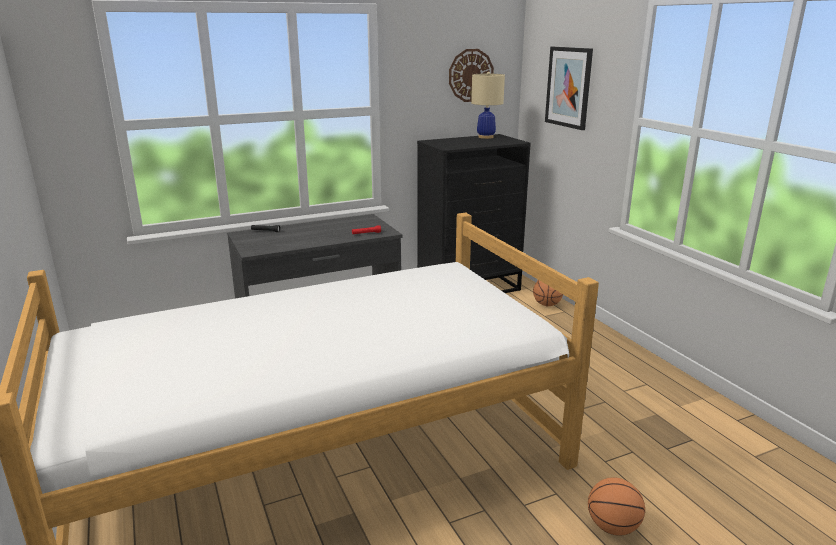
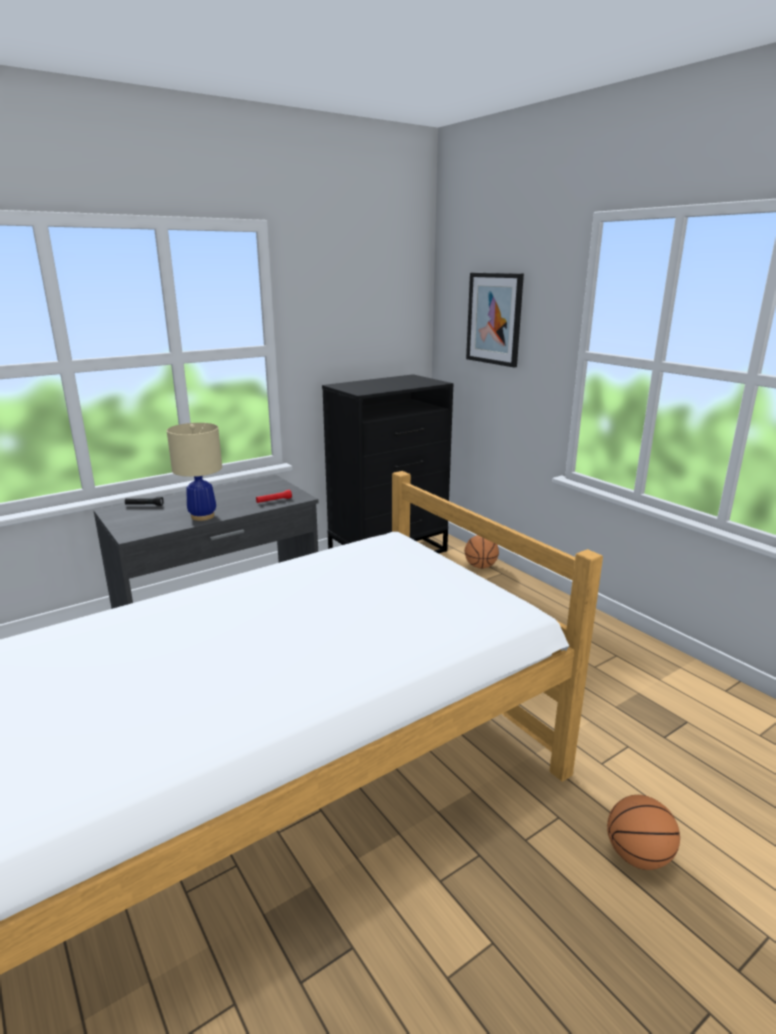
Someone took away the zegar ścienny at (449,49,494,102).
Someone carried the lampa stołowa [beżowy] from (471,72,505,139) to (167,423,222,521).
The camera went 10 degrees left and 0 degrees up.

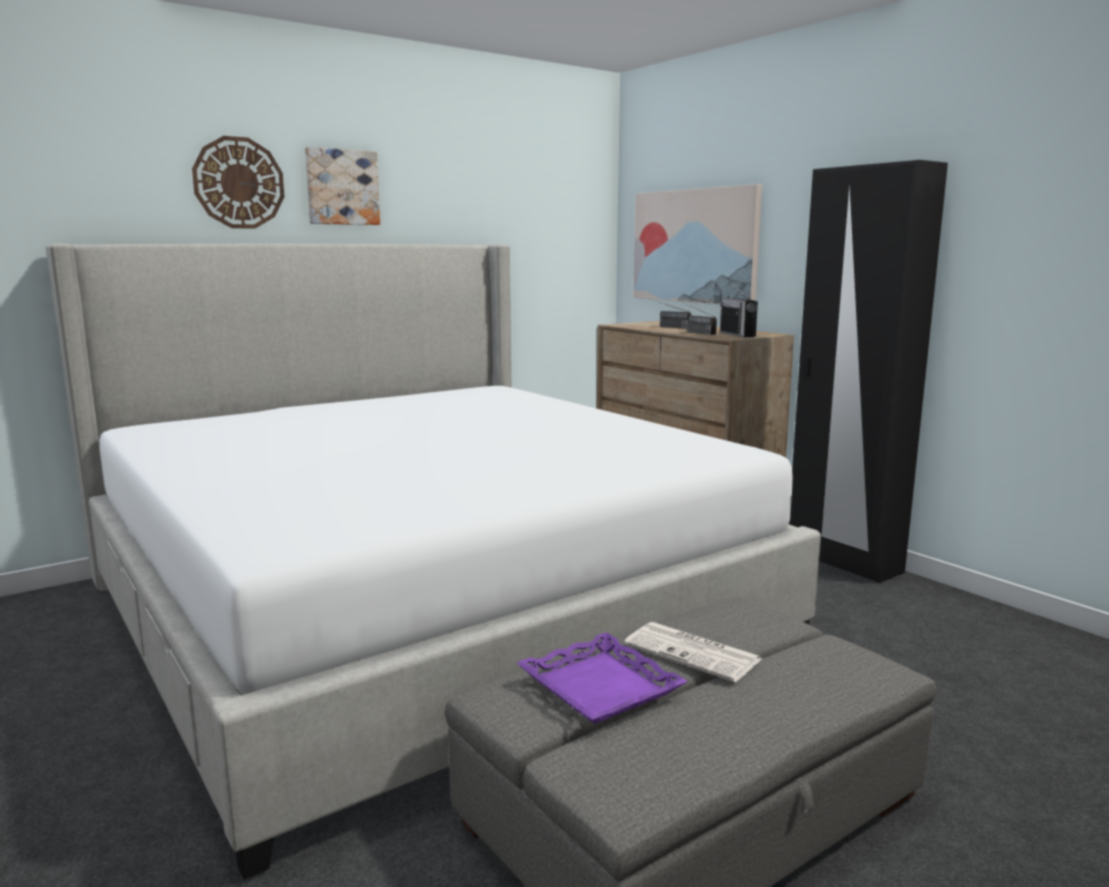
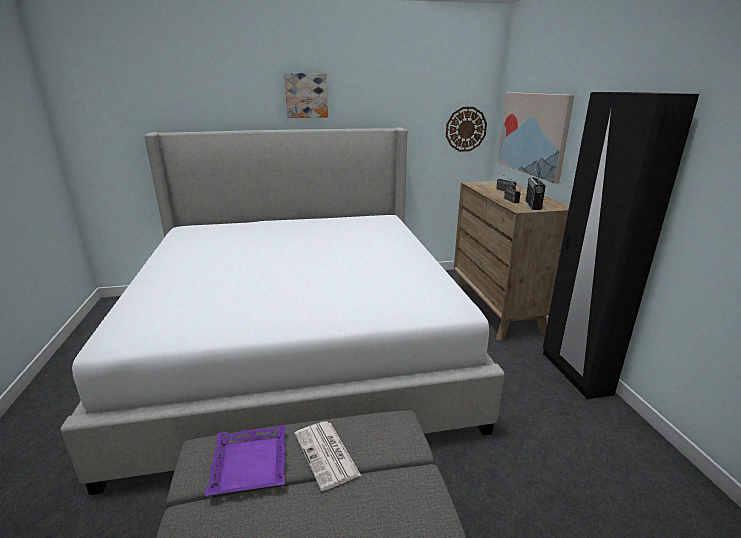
Someone carried the zegar ścienny from (192,136,285,229) to (446,107,487,152).
The camera went 25 degrees right and 10 degrees up.

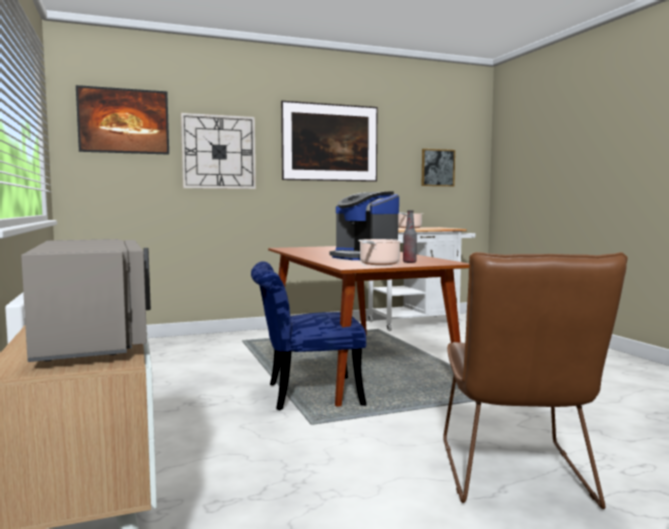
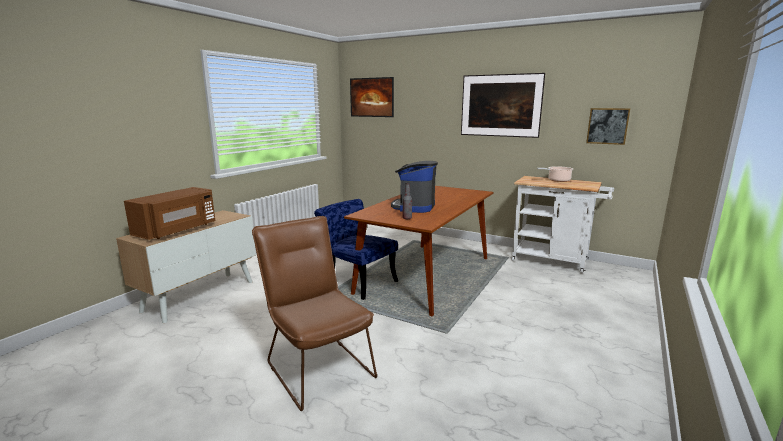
Someone took away the zegar ścienny at (181,113,256,189).
Someone took away the garnek at (358,239,402,265).
Someone repainted the mikrofalówka [szary] at (21,239,151,362), which became the mikrofalówka [brązowy] at (124,187,215,240).
Someone rotated the krzesło [brązowy] at (443,252,628,509) by 90 degrees clockwise.
The camera went 50 degrees right and 10 degrees up.

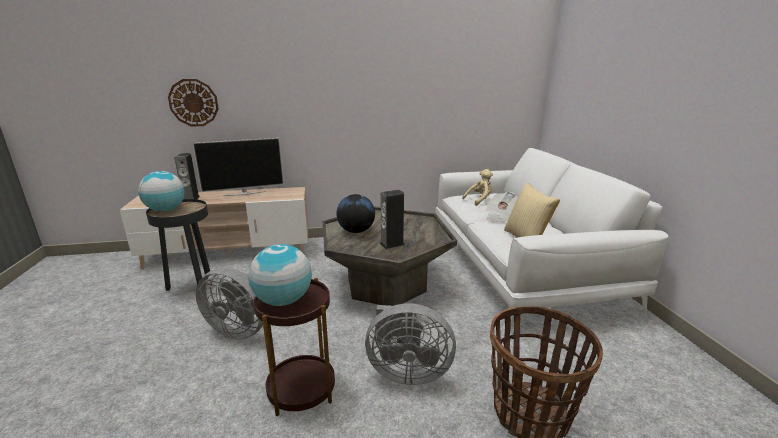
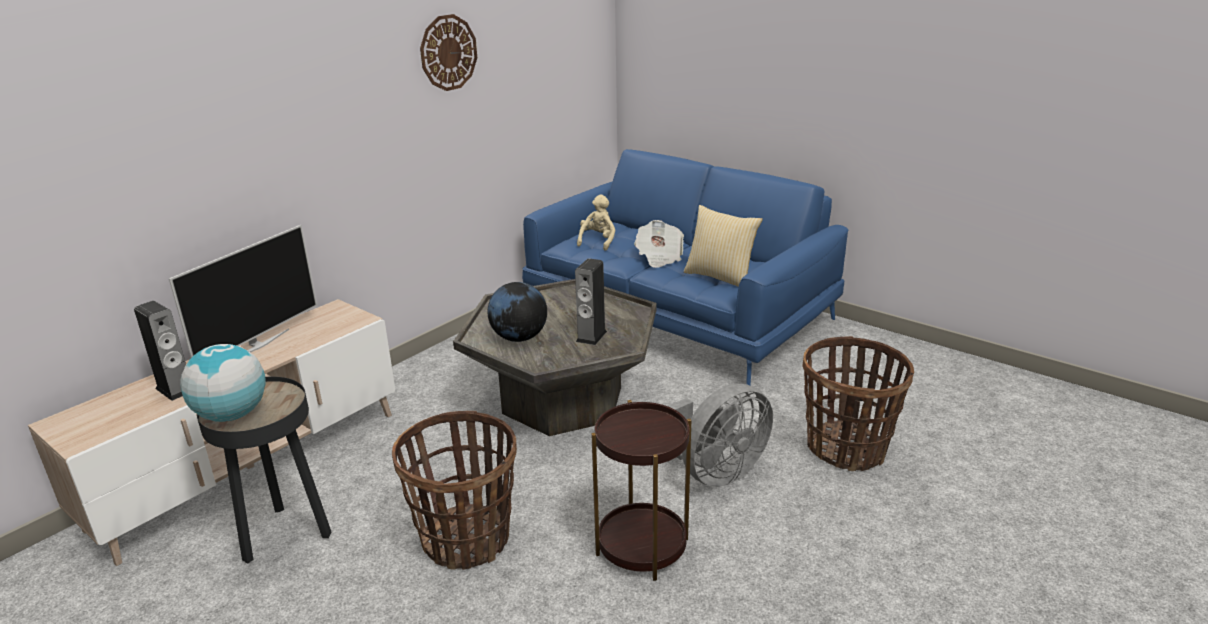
Someone took away the globus at (248,244,312,306).
Someone carried the zegar ścienny from (168,79,219,126) to (420,14,477,91).
Someone swapped the wentylator [szary] at (196,267,263,339) for the koszyk at (392,411,517,570).
Someone repainted the kanapa [biały] at (435,148,668,321), which became the kanapa [niebieski] at (522,149,848,386).
The camera went 40 degrees left and 5 degrees up.

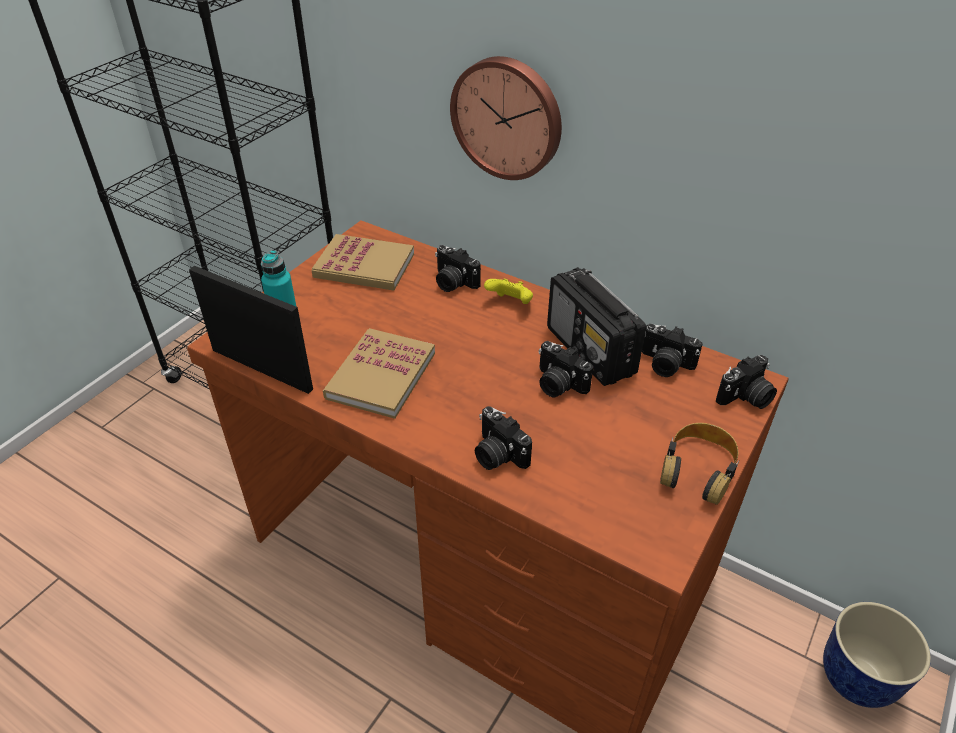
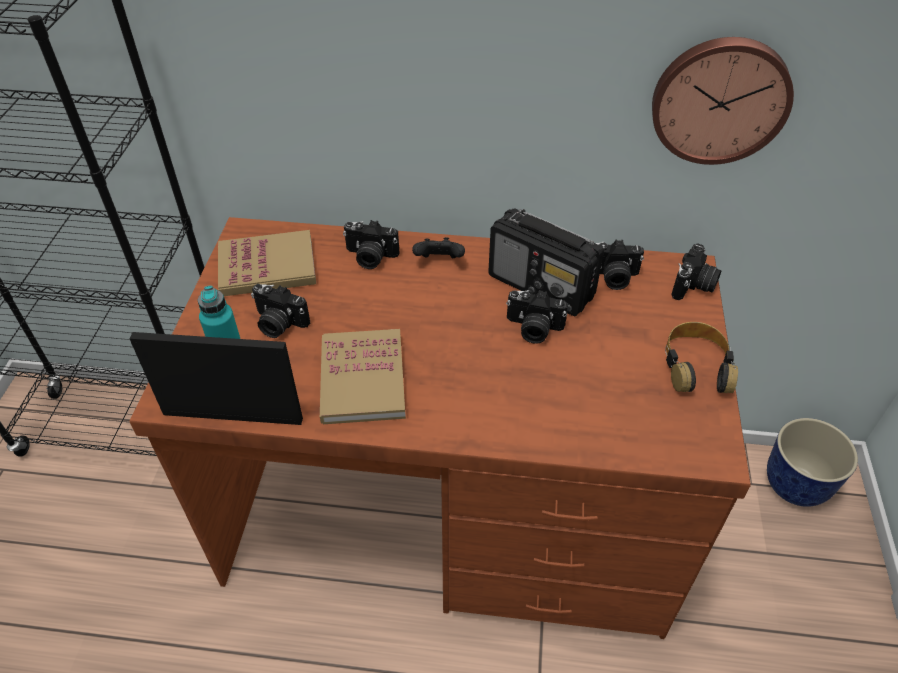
Someone carried the zegar ścienny from (450,56,562,180) to (652,37,794,165).
Someone carried the aparat fotograficzny from (475,406,532,470) to (251,284,310,338).
Someone repainted the pad do gier [żółty] at (484,278,533,304), which became the pad do gier [czarny] at (412,237,465,258).
The camera went 25 degrees left and 5 degrees up.

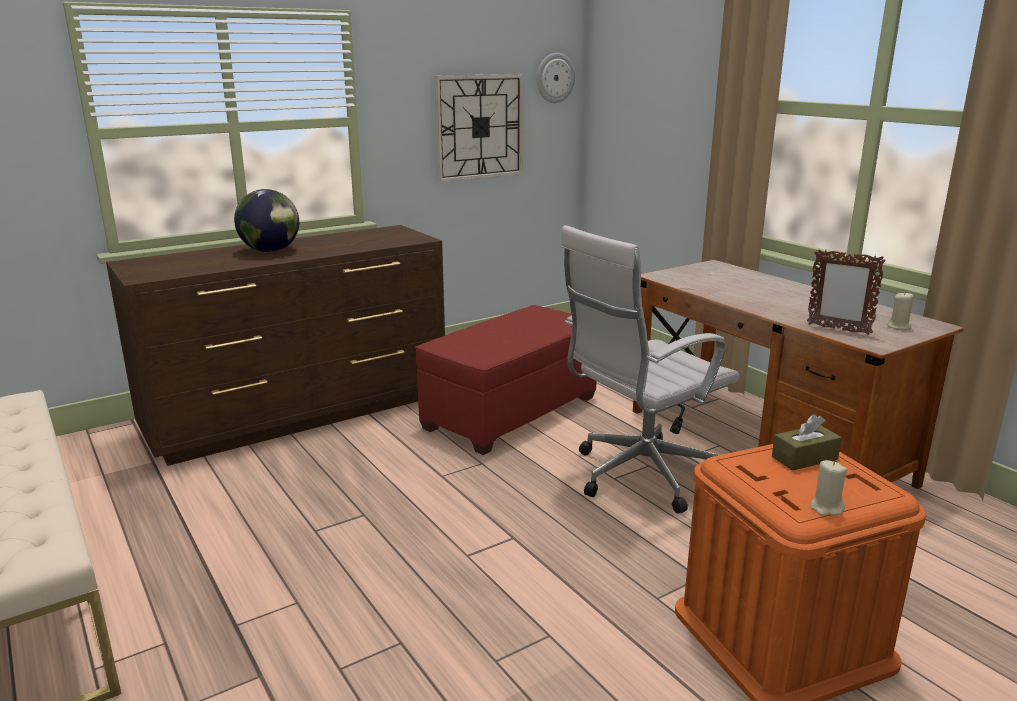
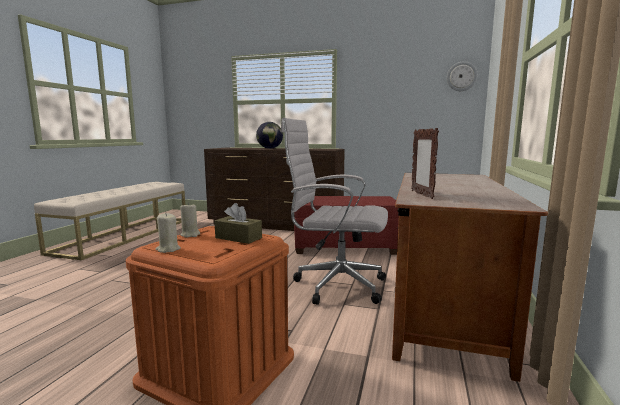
Someone took away the zegar ścienny at (435,74,524,182).
Someone carried the świeca [beżowy] from (887,292,914,330) to (180,202,200,238).
The camera went 50 degrees right and 10 degrees down.

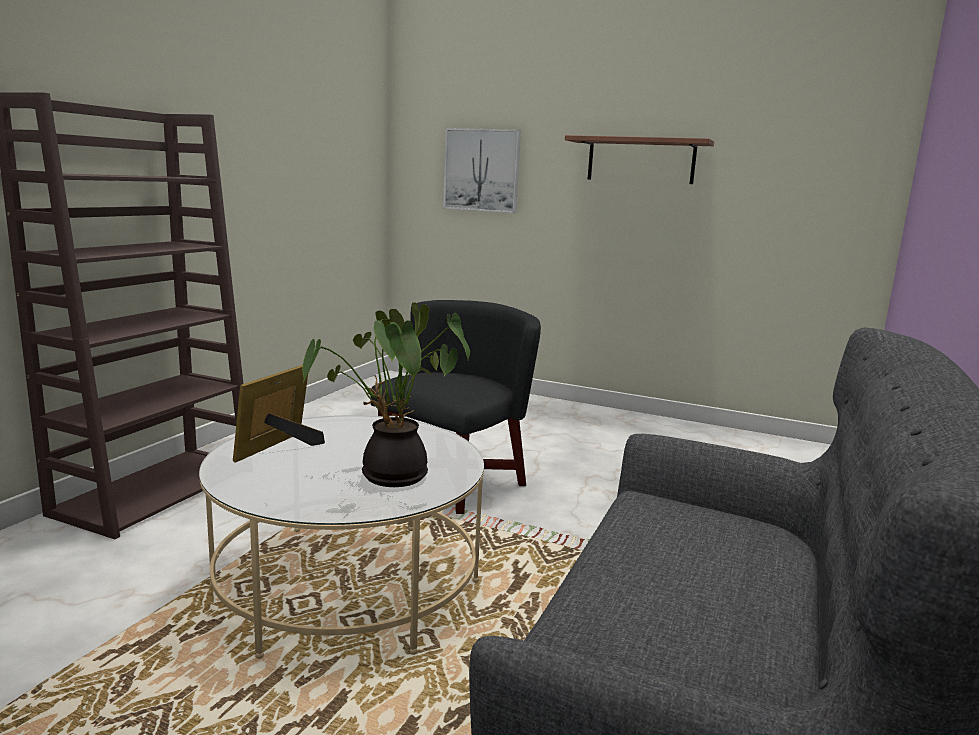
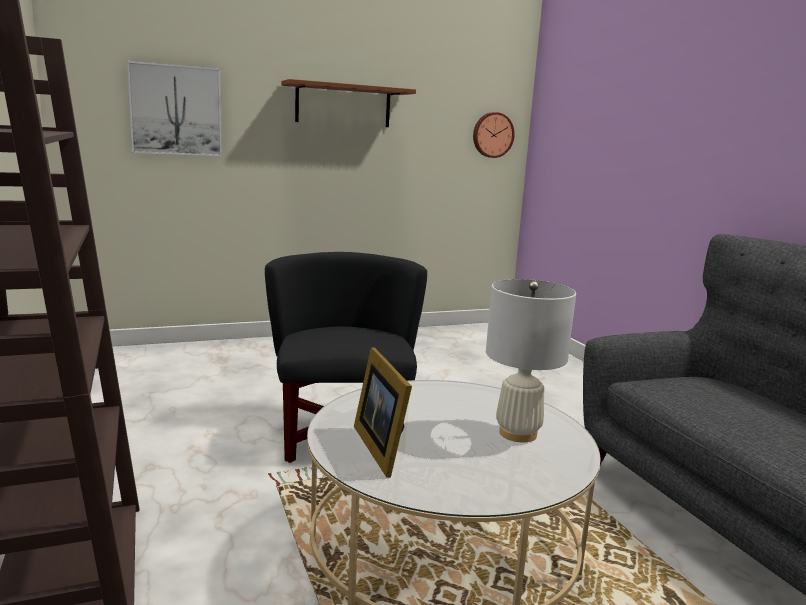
Someone put up the zegar ścienny at (473,112,515,158).
Someone swapped the roślina doniczkowa at (302,302,470,487) for the lampa stołowa [biały] at (486,279,576,442).
The camera went 45 degrees left and 0 degrees up.

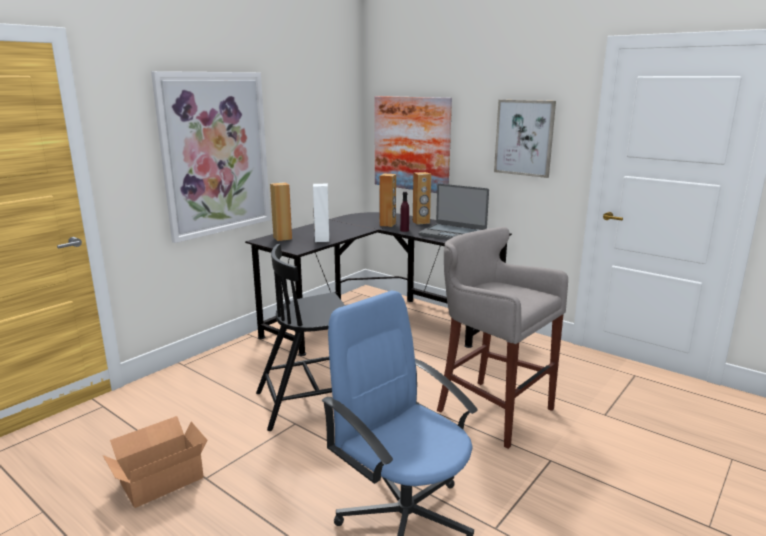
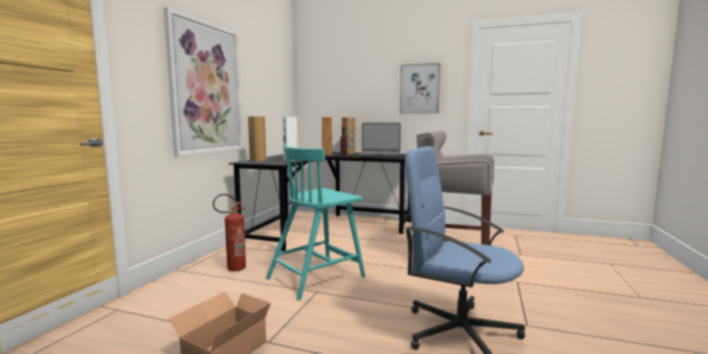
Someone took away the obraz at (374,96,452,193).
Someone put down the gaśnica at (213,194,246,271).
Someone repainted the krzesło [czarny] at (256,244,345,431), which became the krzesło [turkusowy] at (266,145,365,300).
The camera went 20 degrees left and 10 degrees down.

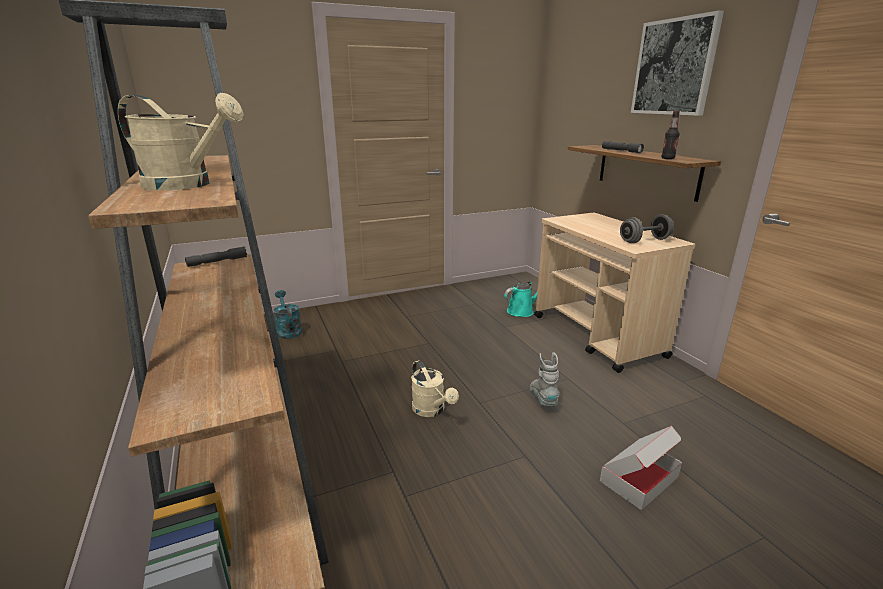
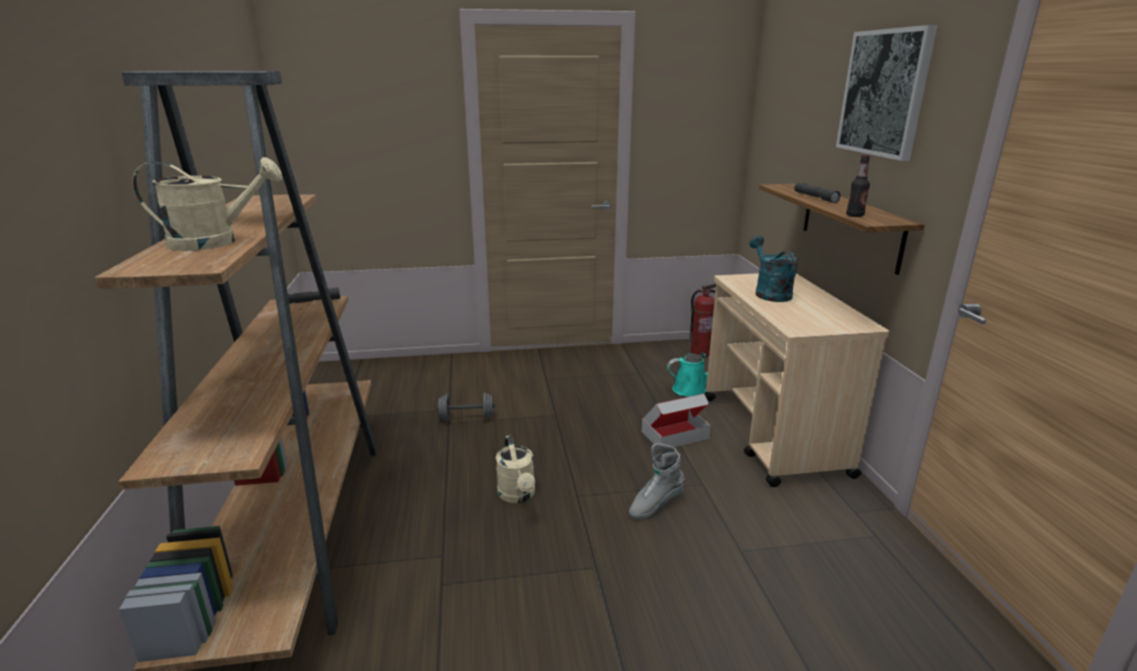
Someone put down the gaśnica at (689,284,716,357).
Someone carried the konewka [turkusowy] from (274,290,302,339) to (749,236,798,302).
Someone carried the karton from (600,426,682,510) to (642,394,711,447).
Someone carried the hantel [szary] from (620,214,674,243) to (437,393,495,421).
Someone rotated the konewka [beżowy] at (118,93,244,190) by 45 degrees counterclockwise.
Someone rotated the but z cholewką [szary] at (530,352,559,406) by 135 degrees counterclockwise.
The camera went 15 degrees right and 0 degrees up.

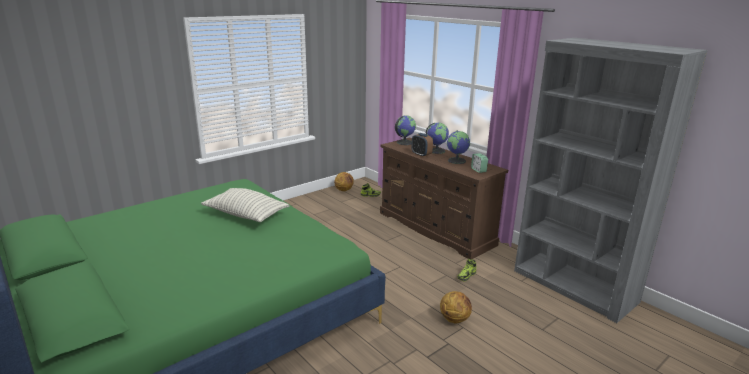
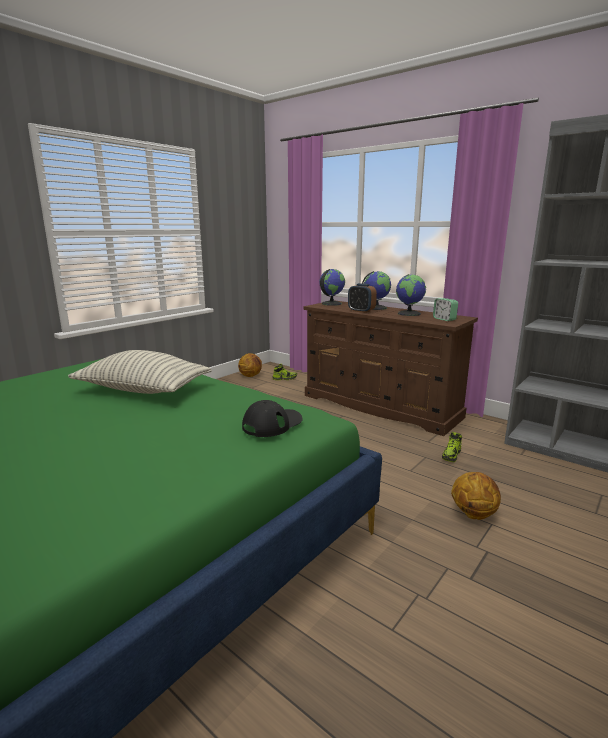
Someone put down the czapka z daszkiem [czarny] at (242,400,303,437).
The camera went 10 degrees left and 5 degrees down.

